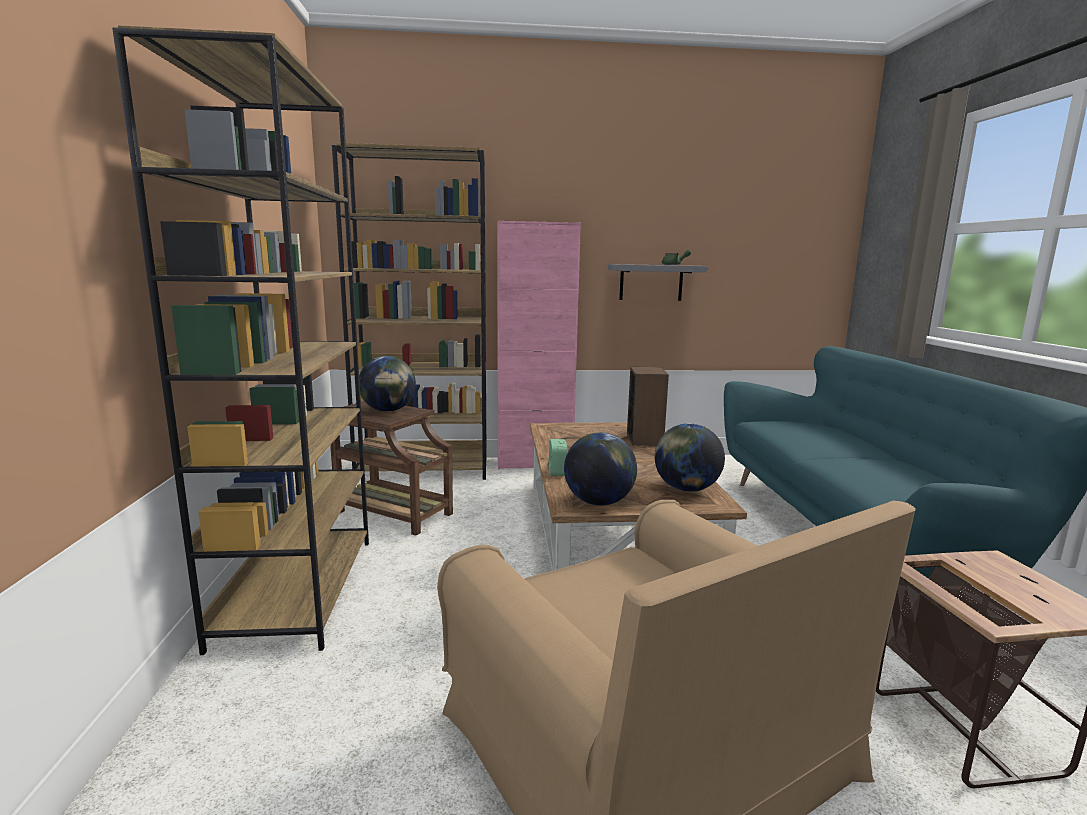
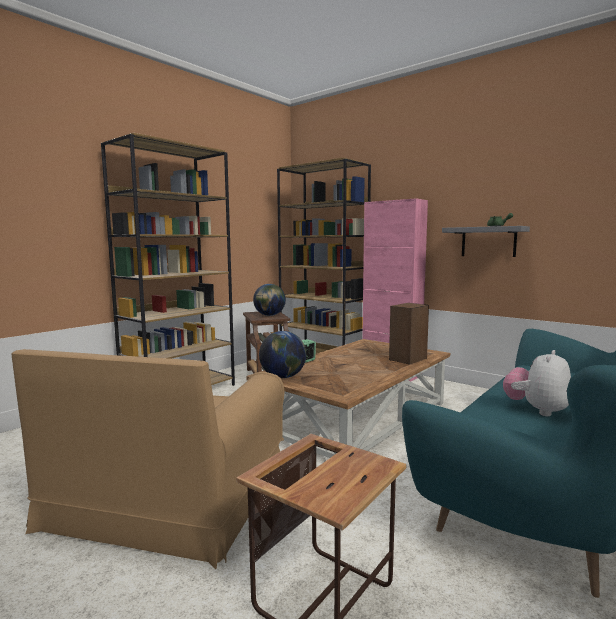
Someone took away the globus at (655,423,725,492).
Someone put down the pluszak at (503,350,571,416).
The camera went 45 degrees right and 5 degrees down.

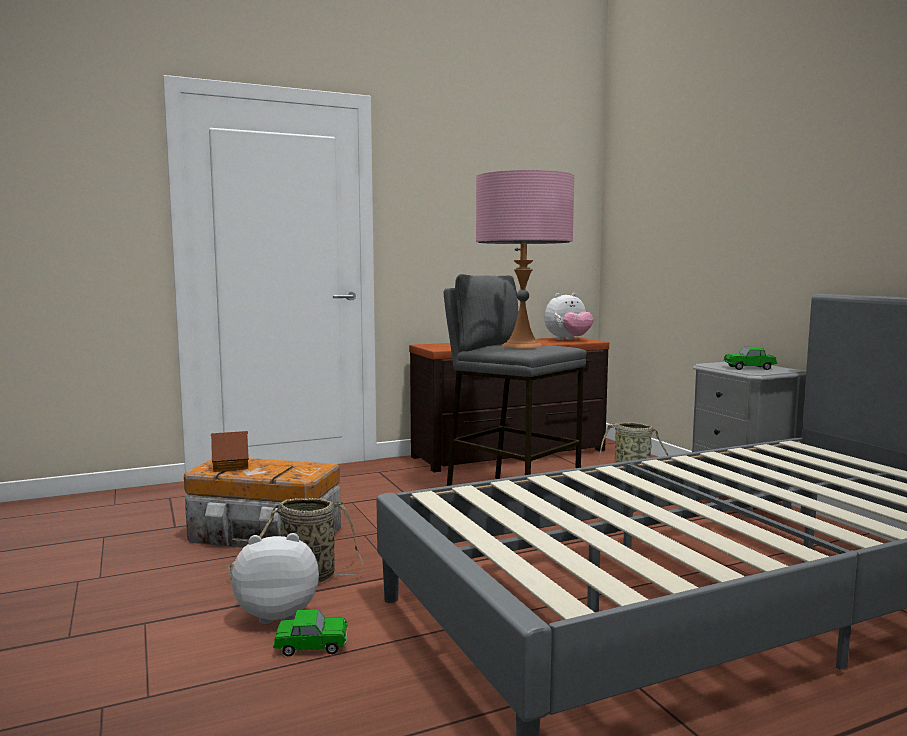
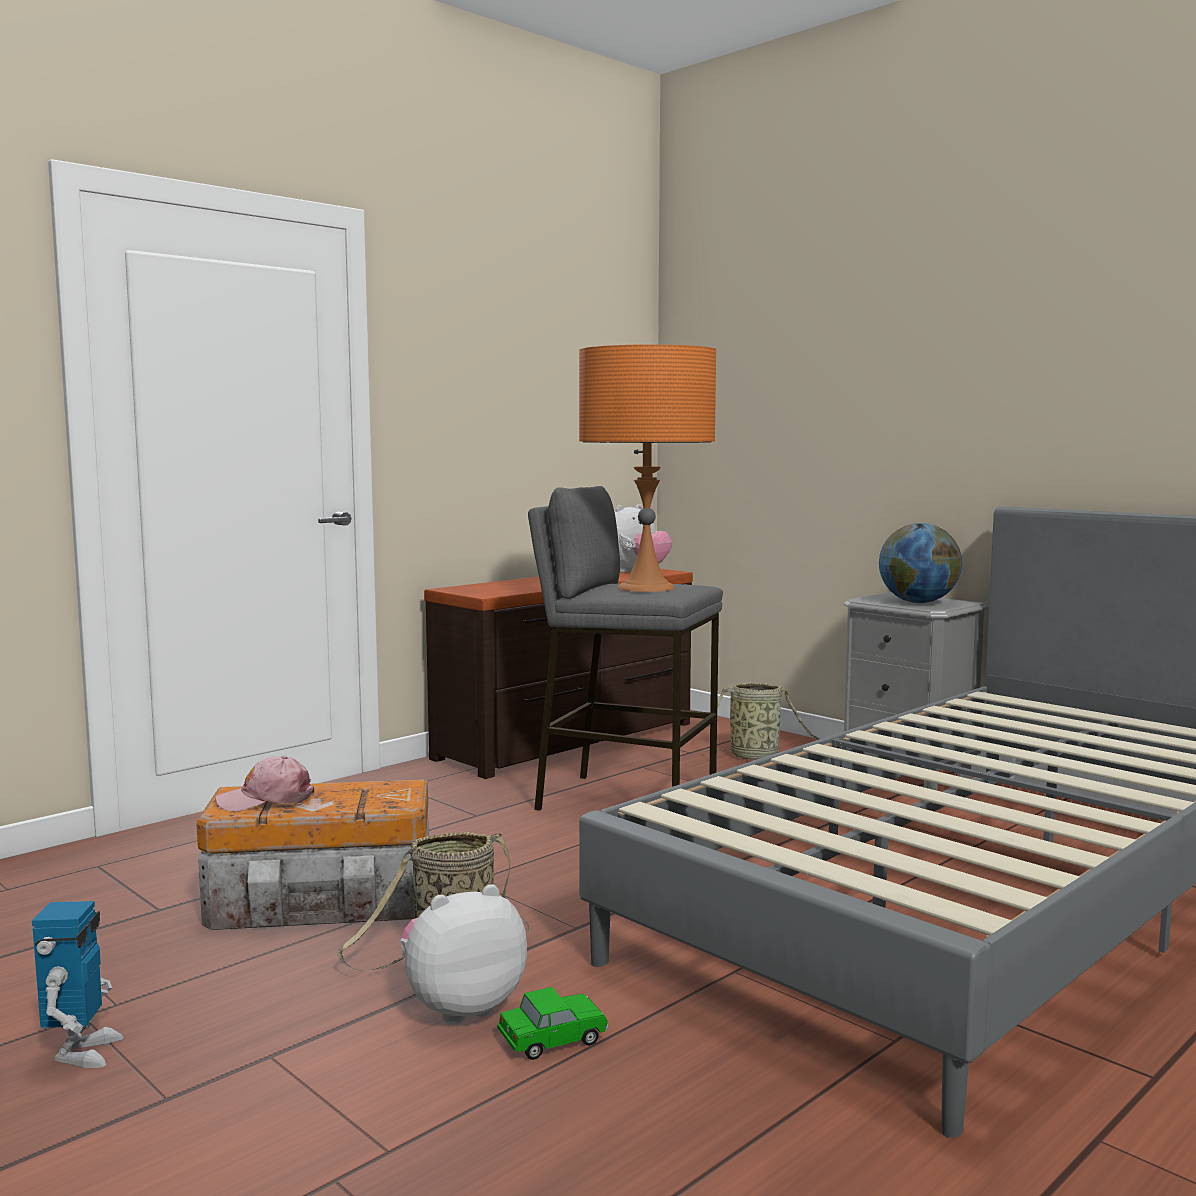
Someone put down the robot zabawkowy at (32,901,124,1068).
Someone swapped the domek at (211,431,249,472) for the czapka z daszkiem [różowy] at (215,756,314,811).
Someone swapped the samochodzik at (723,347,777,370) for the globus at (879,523,962,603).
Someone repainted the lampa stołowa [różowy] at (476,170,574,349), which became the lampa stołowa [pomarańczowy] at (579,344,716,592).
The camera went 20 degrees left and 0 degrees up.

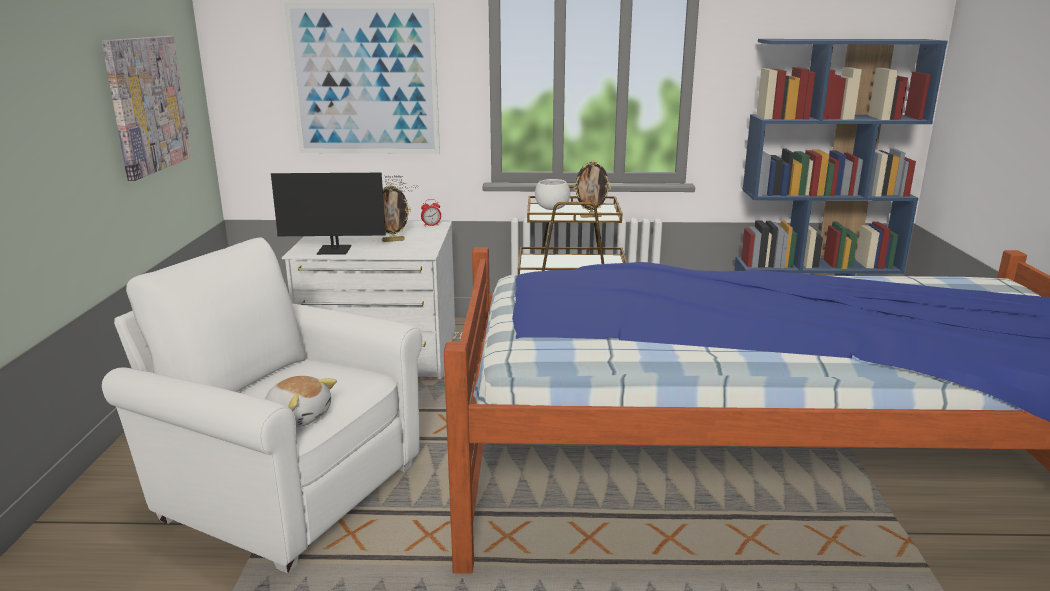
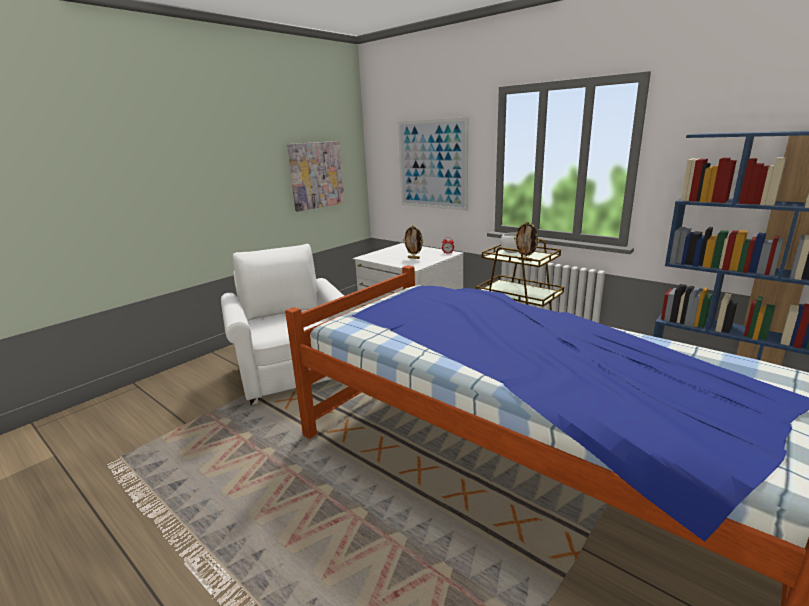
Someone took away the pluszak at (265,376,337,427).
Someone took away the monitor at (271,173,412,255).
The camera went 40 degrees right and 0 degrees up.

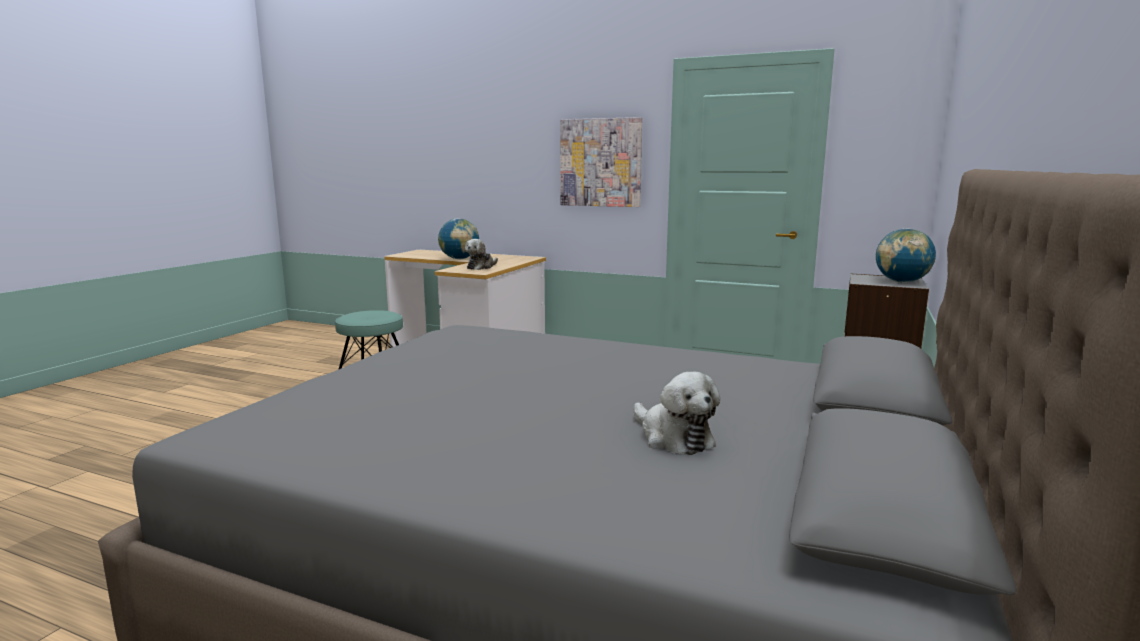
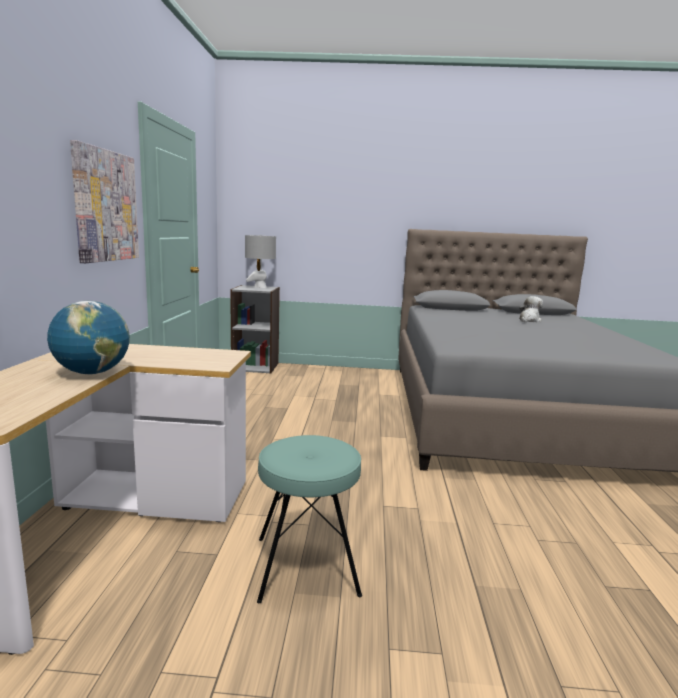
Someone took away the pluszak at (465,239,498,270).
Someone swapped the globus at (876,228,936,283) for the lampa stołowa [szary] at (245,235,276,288).
The camera went 110 degrees left and 0 degrees up.

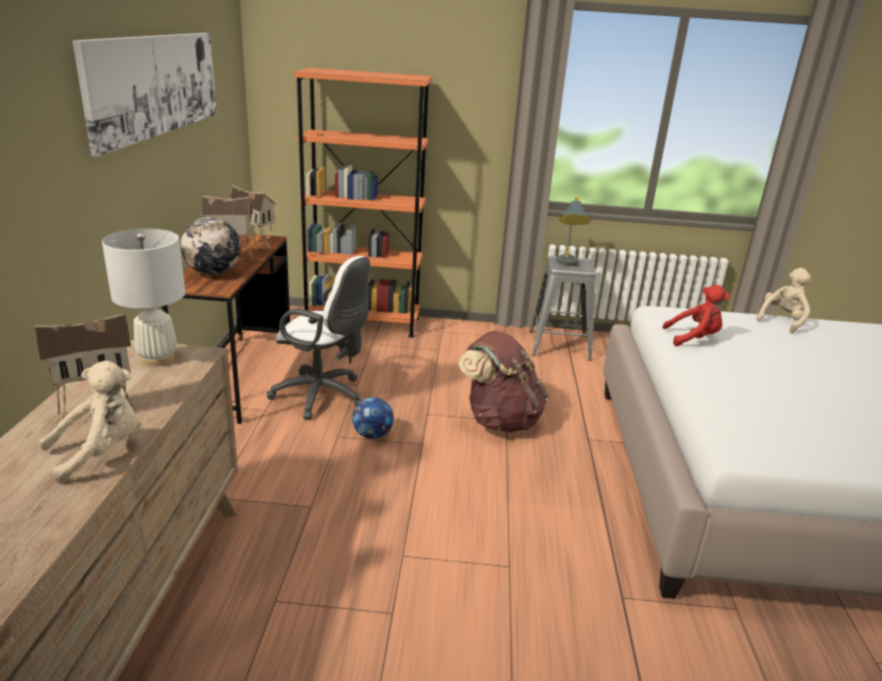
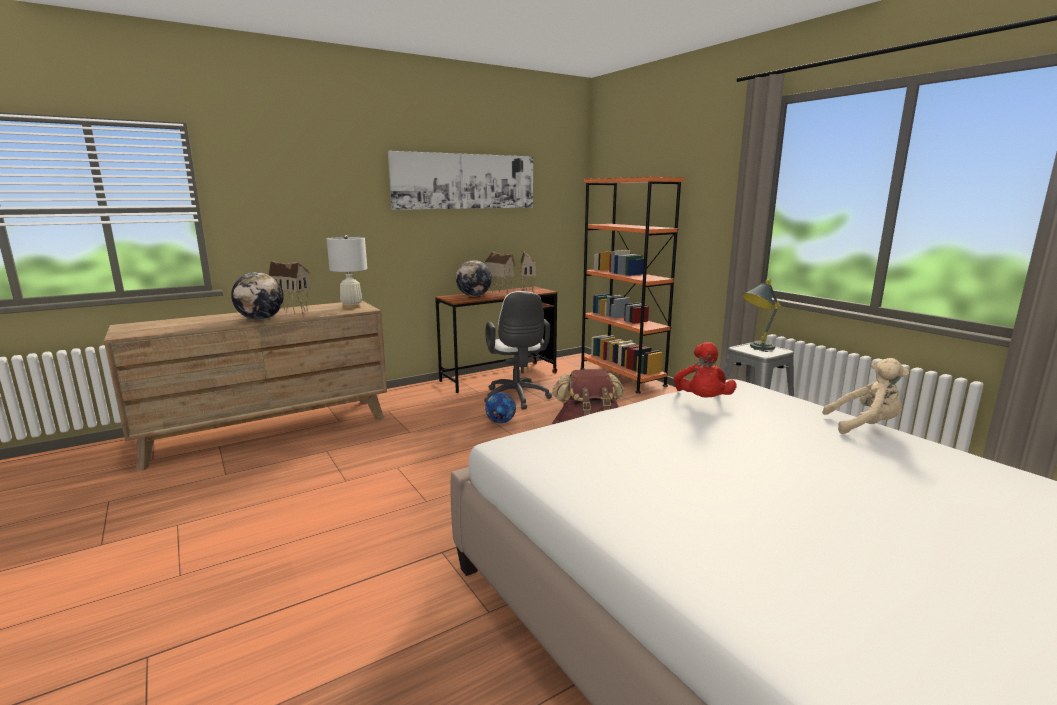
Someone swapped the pluszak [beżowy] at (39,360,138,483) for the globus at (231,272,284,320).
Someone rotated the pluszak [czerwony] at (662,285,730,346) by 45 degrees clockwise.
The camera went 55 degrees right and 10 degrees down.

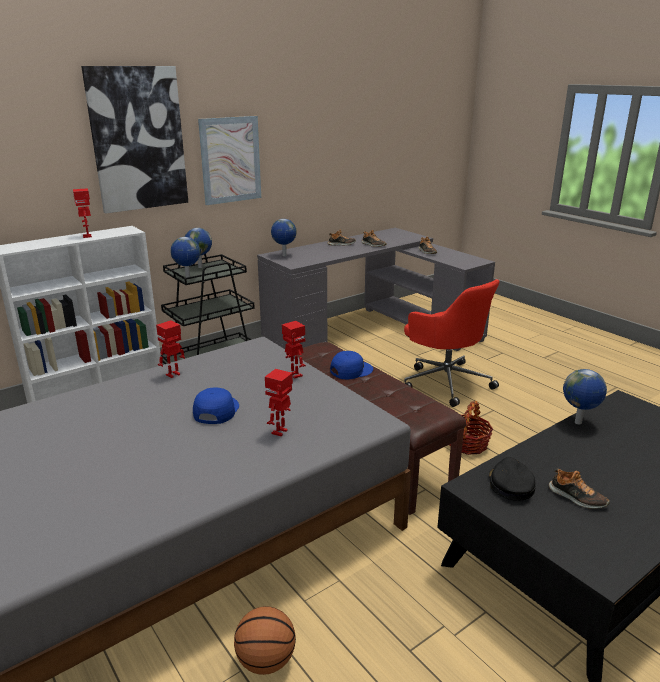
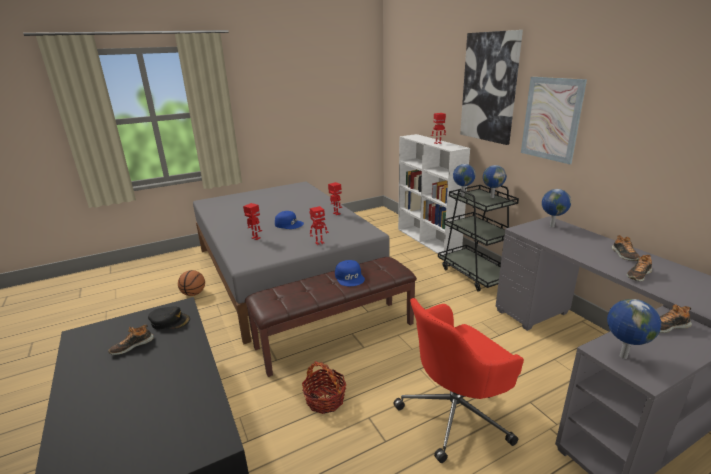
Someone carried the globus from (563,369,607,425) to (607,299,661,359).
The camera went 100 degrees right and 0 degrees up.

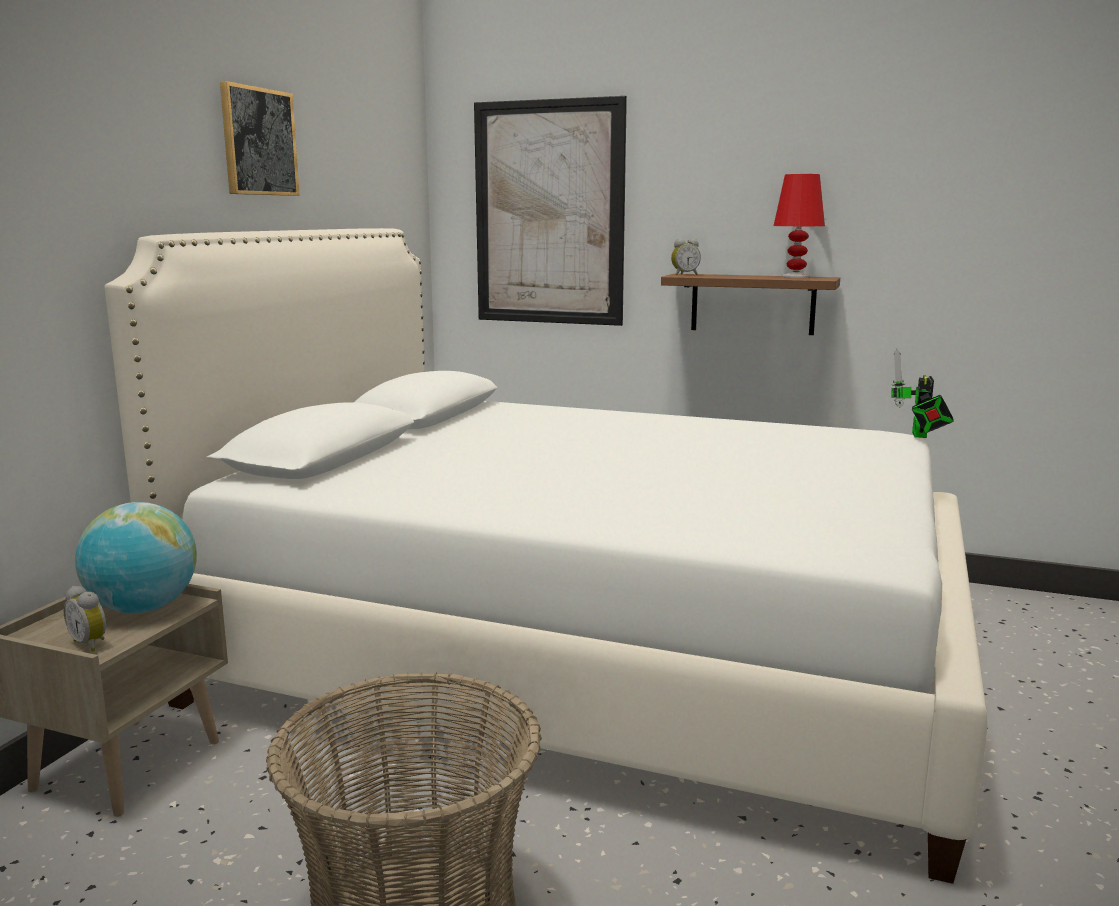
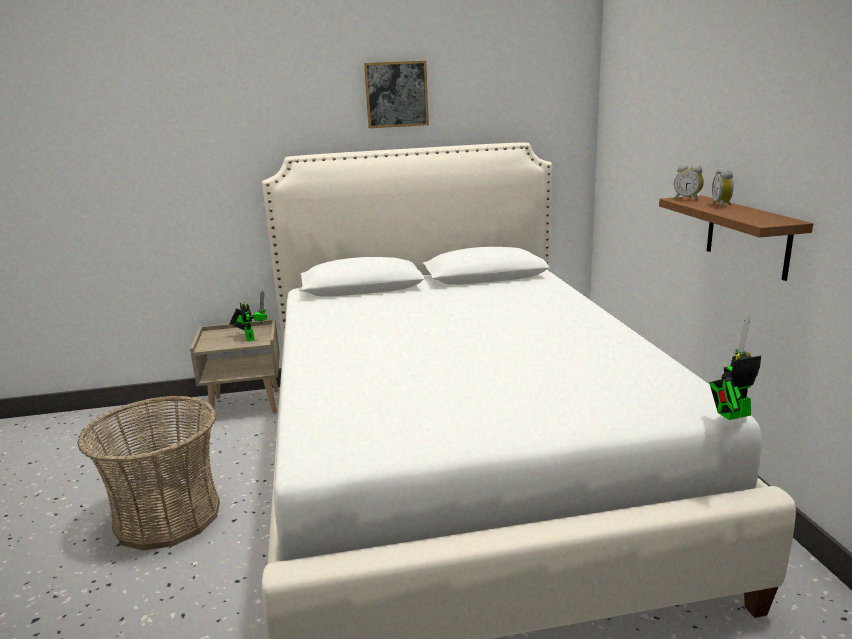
Someone took away the obraz at (474,96,627,326).
Someone took away the lampa stołowa [czerwony] at (774,174,825,278).
Someone carried the budzik from (64,586,106,652) to (712,168,734,207).
Someone swapped the globus at (75,502,197,614) for the robot zabawkowy at (229,291,267,341).
The camera went 60 degrees right and 5 degrees up.

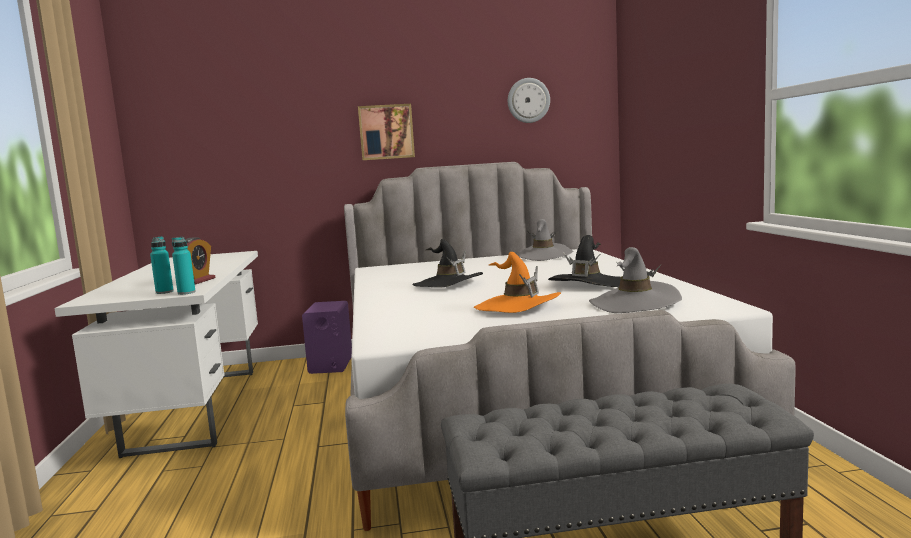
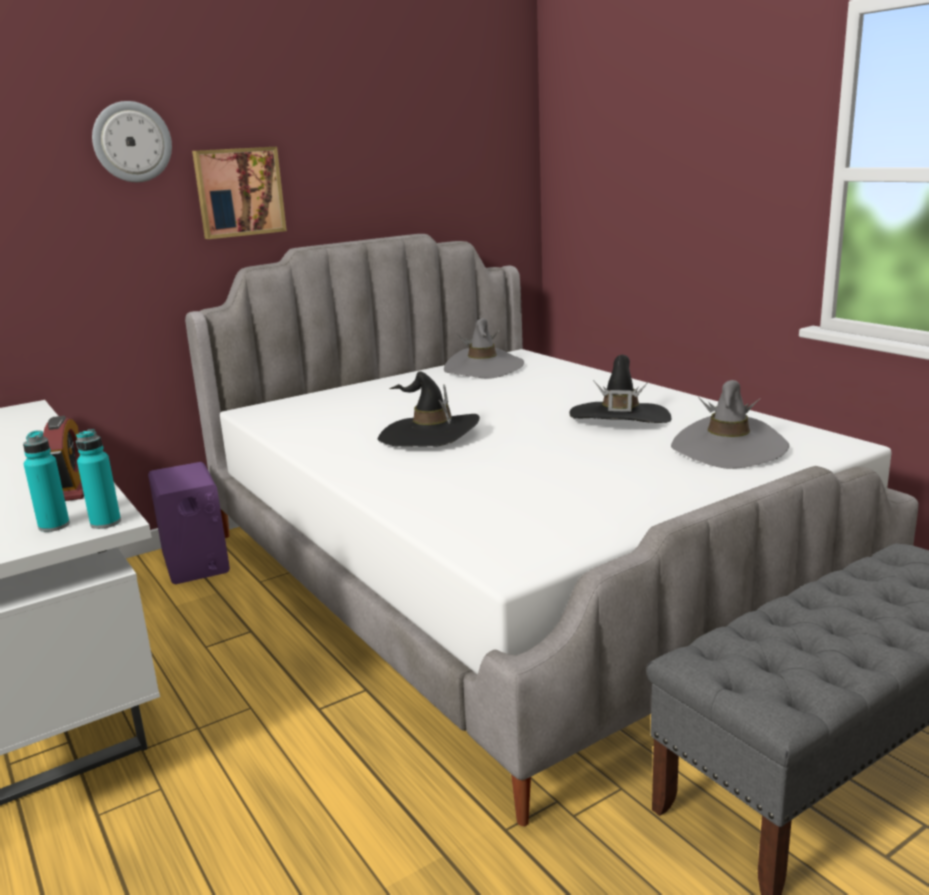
Someone took away the kapelusz [pomarańczowy] at (474,252,561,313).
Someone carried the zegar ścienny from (508,78,550,123) to (92,101,172,182).
The camera went 25 degrees left and 10 degrees up.

